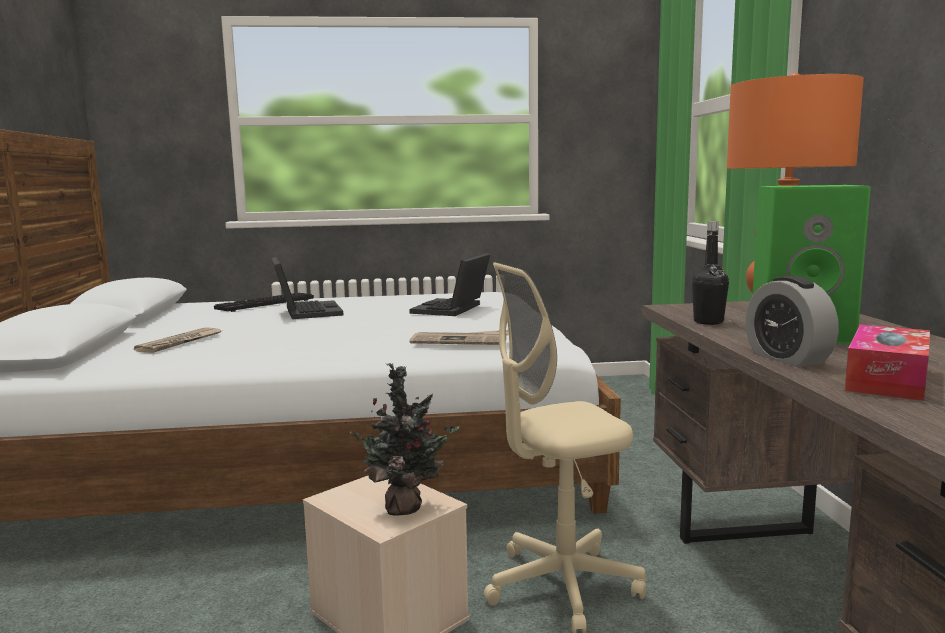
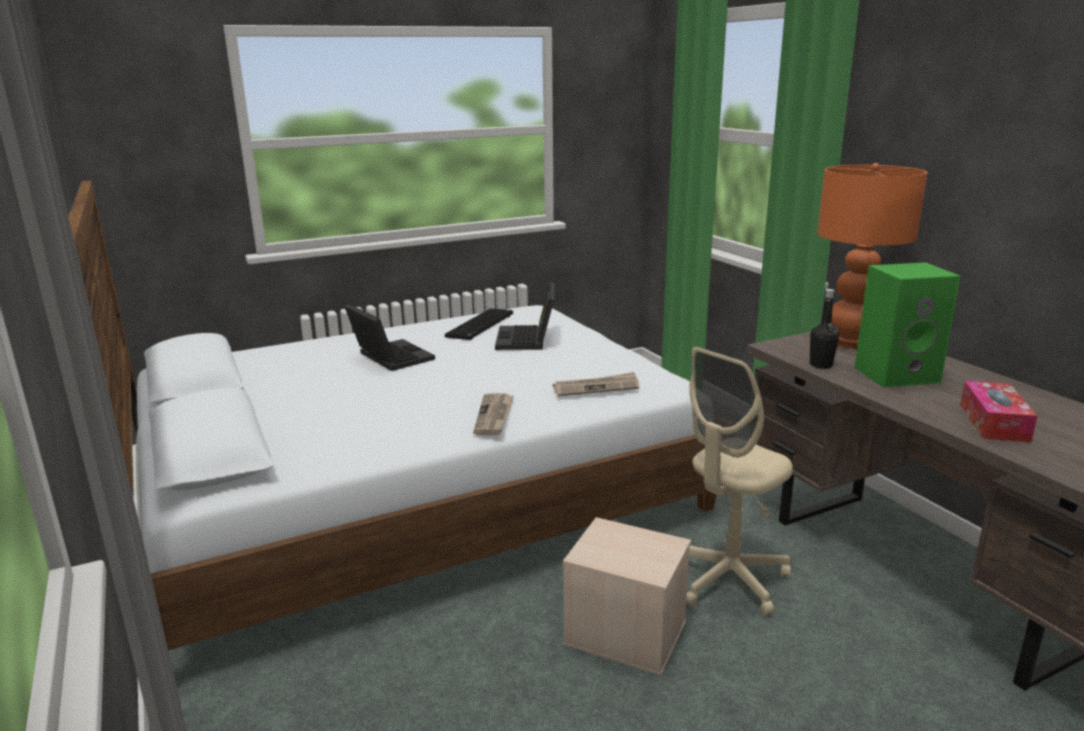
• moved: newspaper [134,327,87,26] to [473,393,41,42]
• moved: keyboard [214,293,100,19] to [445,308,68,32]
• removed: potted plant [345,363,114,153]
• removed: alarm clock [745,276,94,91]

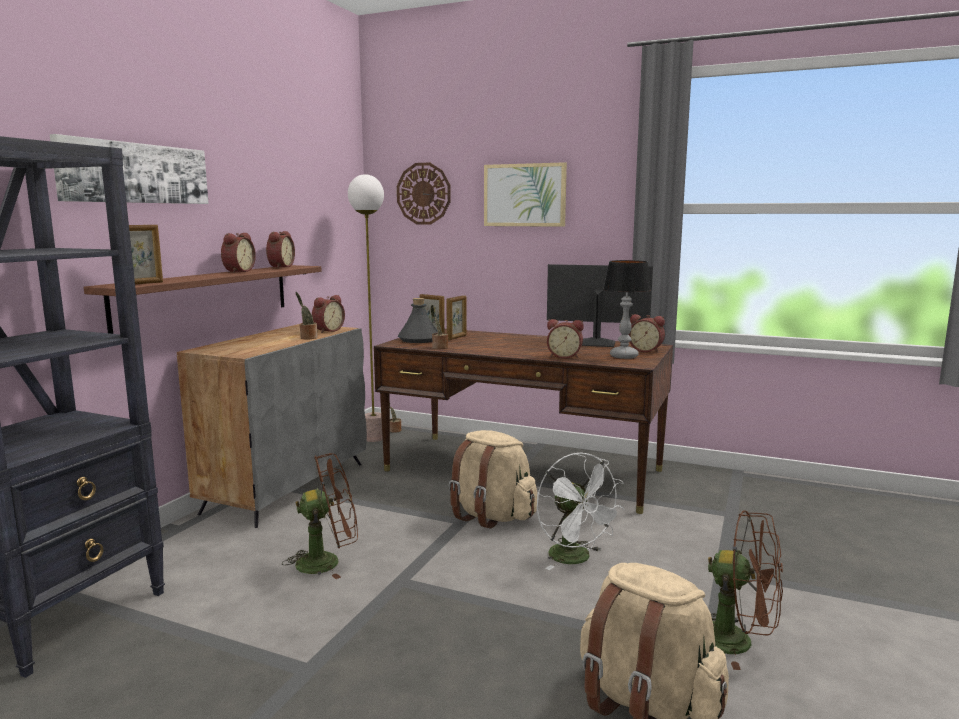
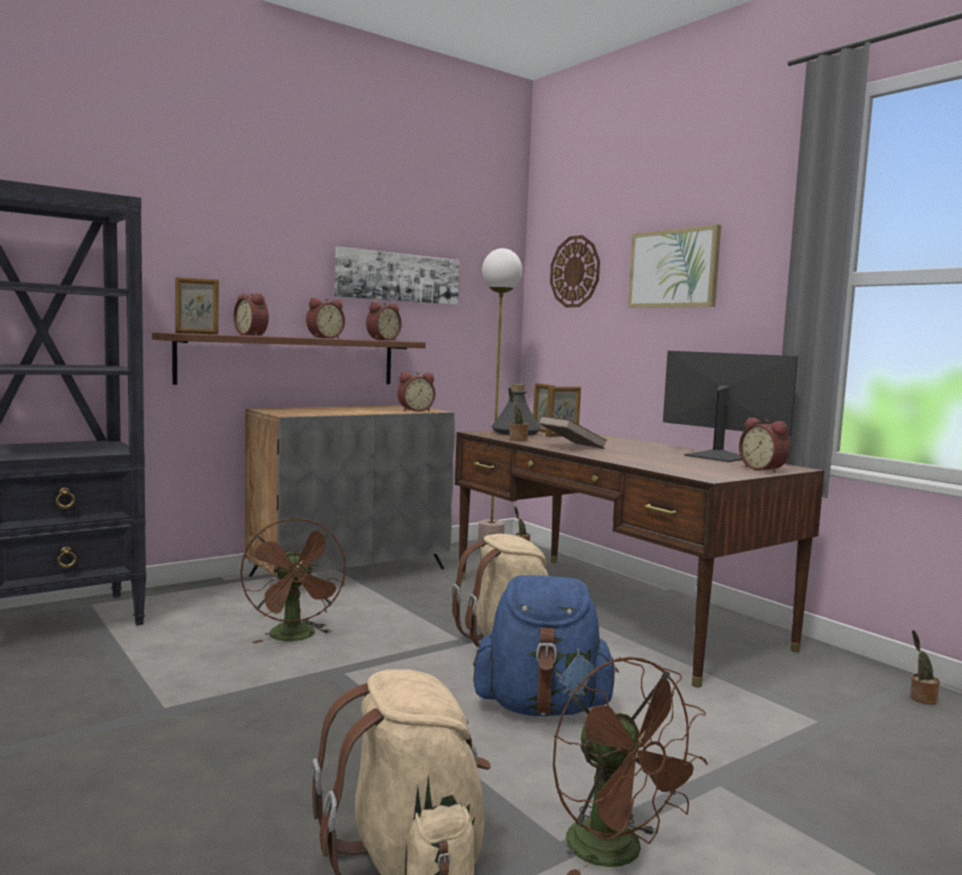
• moved: picture [50,134,159,70] to [334,247,125,58]
• turned: brown fan [282,453,76,126] = [240,518,106,125] 60 degrees clockwise
• moved: potted plant [296,292,21,47] to [910,630,30,74]
• replaced: white fan [537,453,88,117] to blue backpack [473,575,146,141]
• moved: alarm clock [547,319,37,40] to [234,293,35,43]
• removed: table lamp [603,260,48,99]
• added: brown book [538,416,69,33]

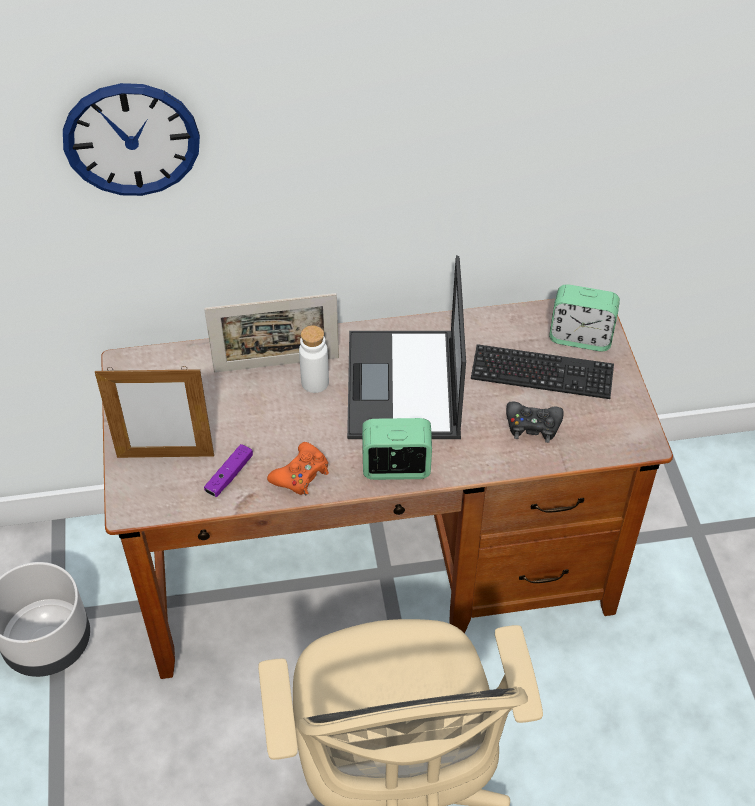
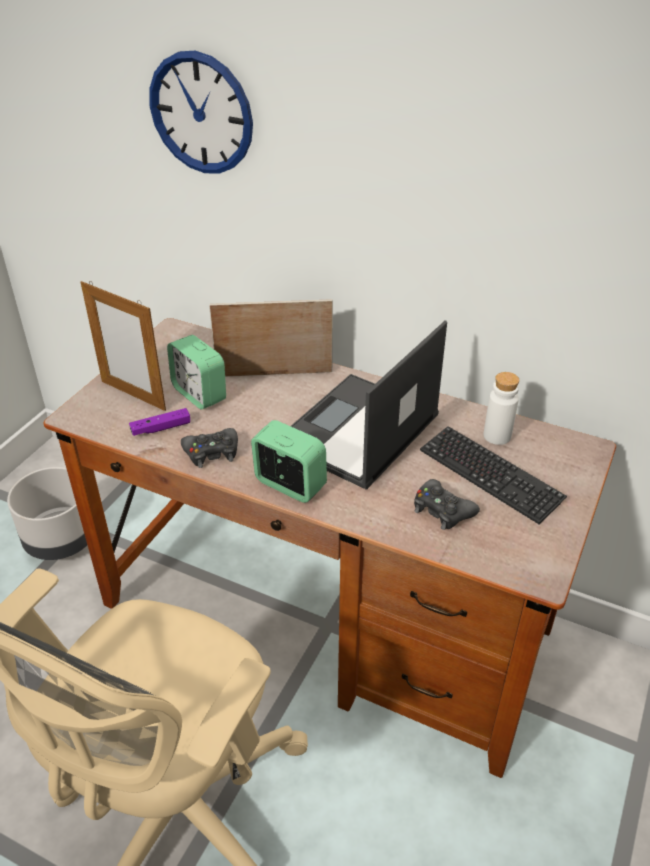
• turned: picture frame [204,293,135,80] = [209,299,124,78] 150 degrees clockwise
• recoloured: orange game controller [267,442,62,53] to black game controller [181,428,57,40]
• moved: white bottle [299,325,30,68] to [484,372,35,73]
• moved: alarm clock [549,284,71,67] to [167,335,59,75]

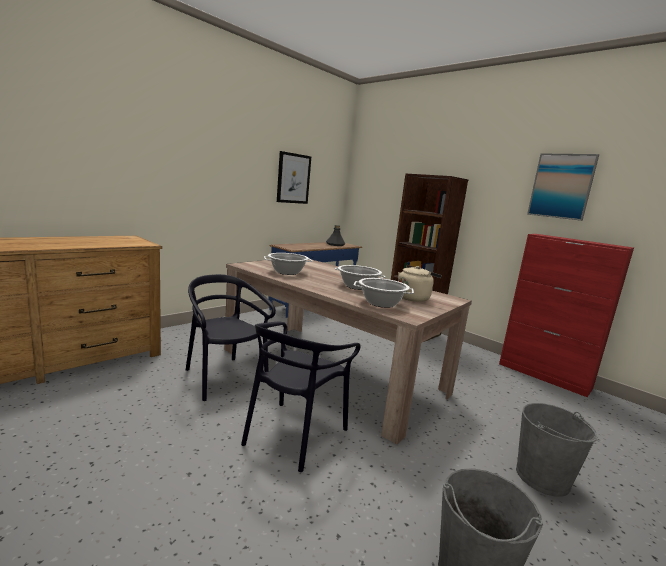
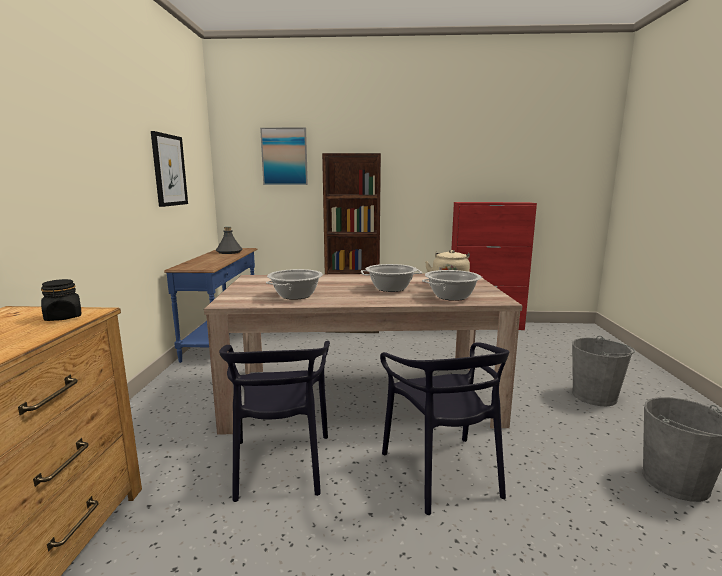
• turned: black chair [186,274,90,127] = [219,341,111,161] 105 degrees counterclockwise
• moved: picture [527,153,72,68] to [260,127,48,58]
• added: black jar [41,279,40,42]

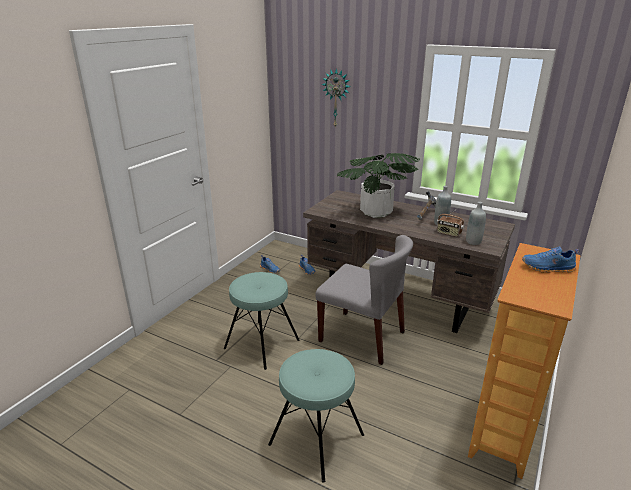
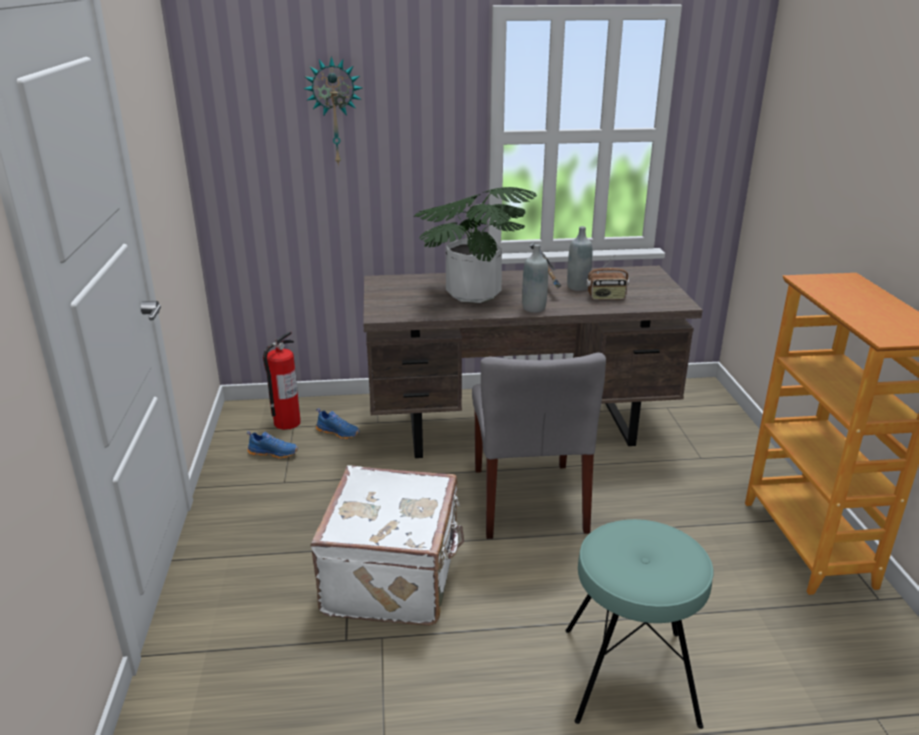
• replaced: turquoise stool [224,272,75,98] to white suitcase [310,465,154,161]
• turned: grey chair [315,235,98,130] = [472,352,134,187] 90 degrees clockwise
• moved: grey bottle [466,202,20,43] to [522,244,26,69]
• removed: blue shoe [522,246,58,27]
• added: fire extinguisher [263,331,38,99]

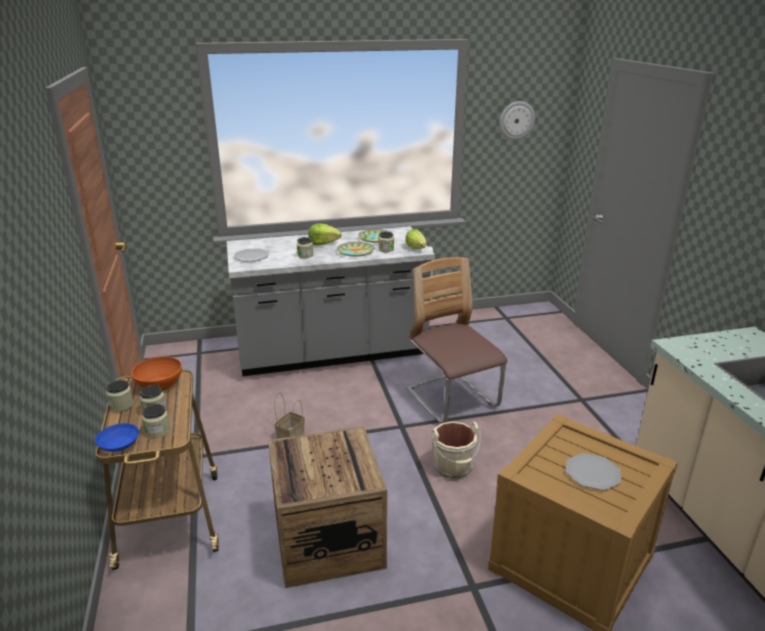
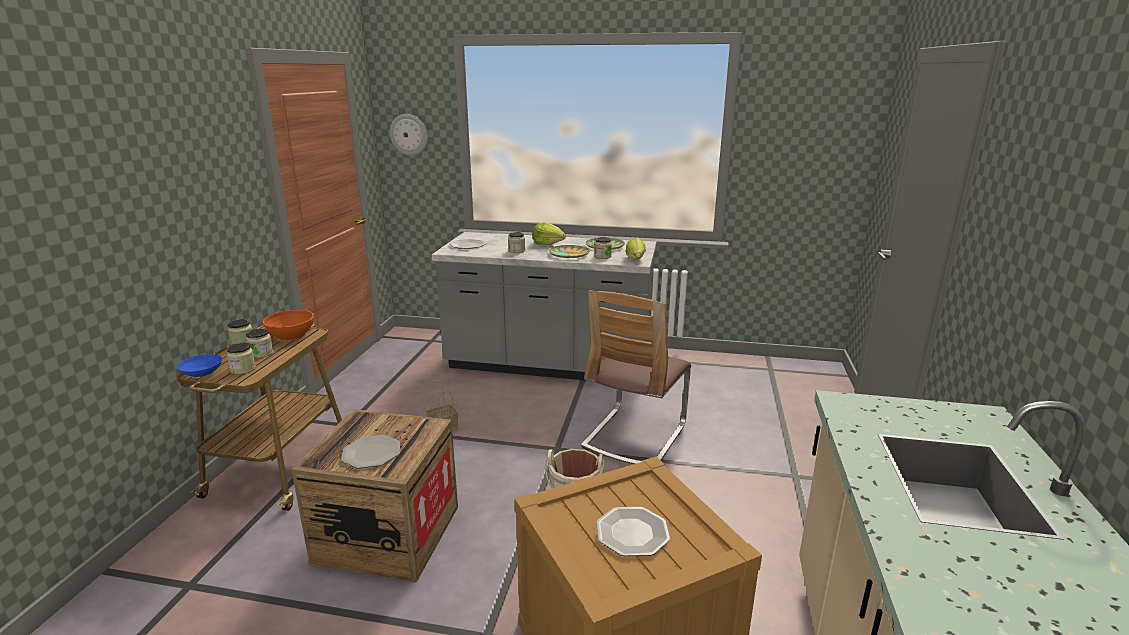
• turned: chair [406,257,101,166] = [581,290,110,174] 150 degrees counterclockwise
• moved: wall clock [500,101,35,39] to [390,114,38,42]
• added: plate [341,435,59,33]

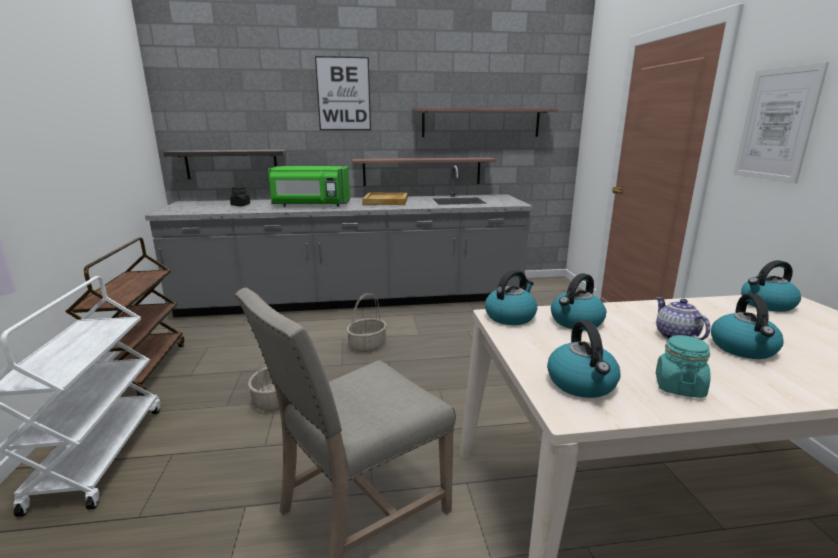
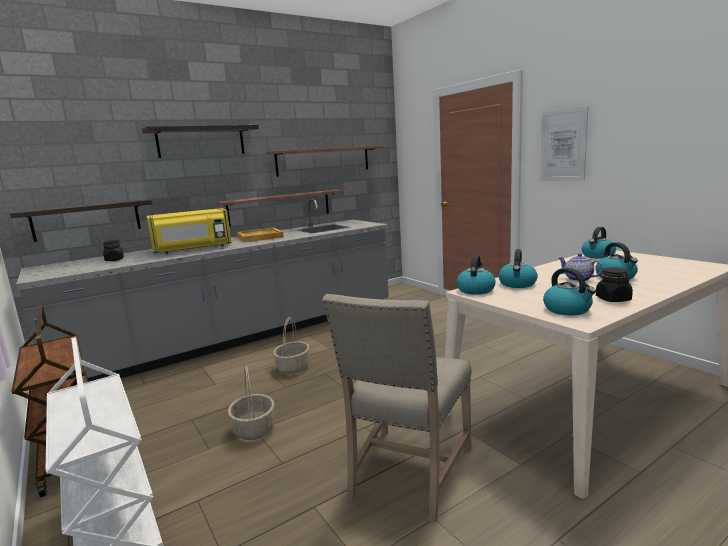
• recoloured: green microwave [268,166,82,40] to yellow microwave [147,208,85,46]
• replaced: picture [315,56,56,74] to shelf [142,125,117,33]
• recoloured: turquoise jar [656,335,55,63] to black jar [596,267,37,35]

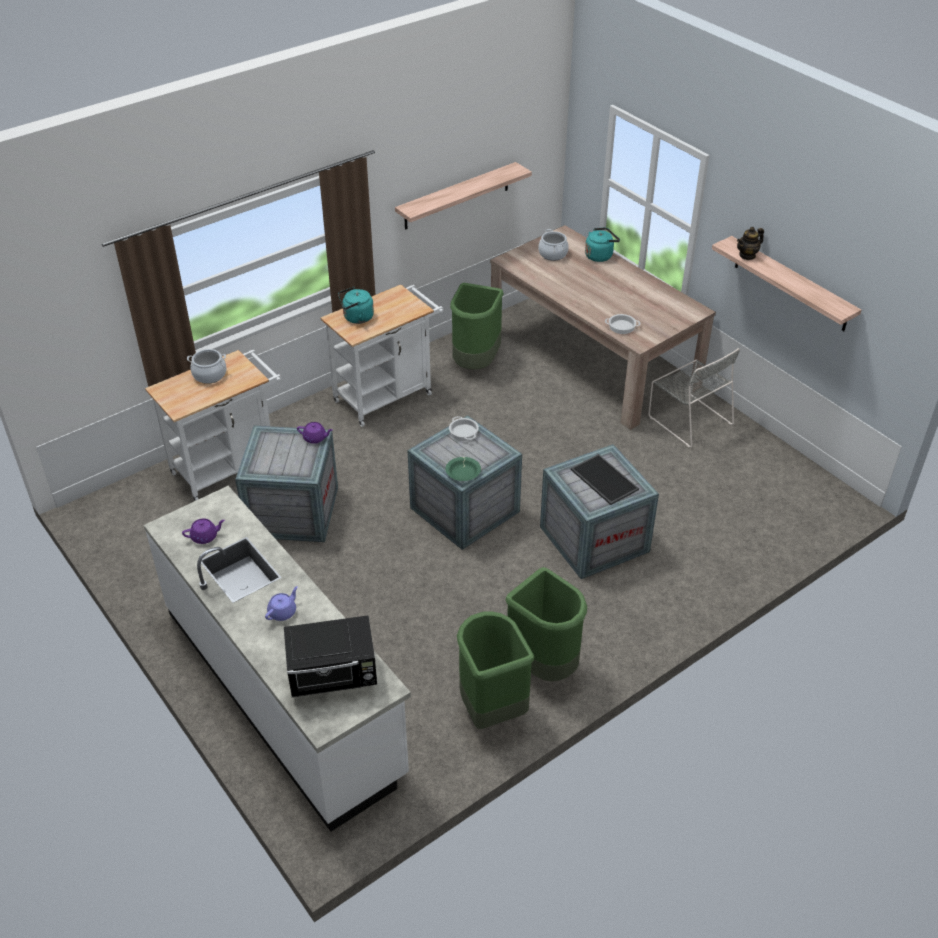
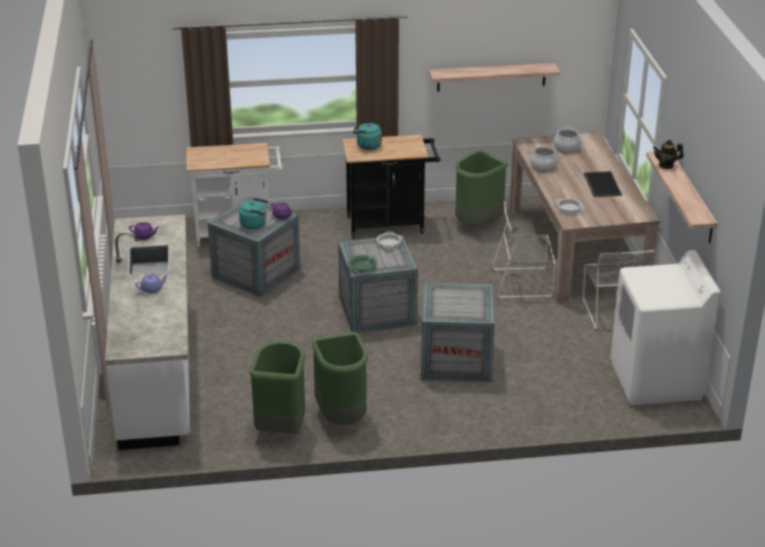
• moved: cooking pot [187,349,39,35] to [530,146,29,26]
• removed: black microwave [284,615,93,82]
• recoloured: white cart [320,285,123,142] to black cart [342,135,99,103]
• moved: tray [570,454,69,51] to [584,171,38,26]
• moved: turquoise kettle [585,228,35,34] to [239,198,29,32]
• added: grey chair [492,202,64,96]
• added: white washing machine [611,250,109,155]

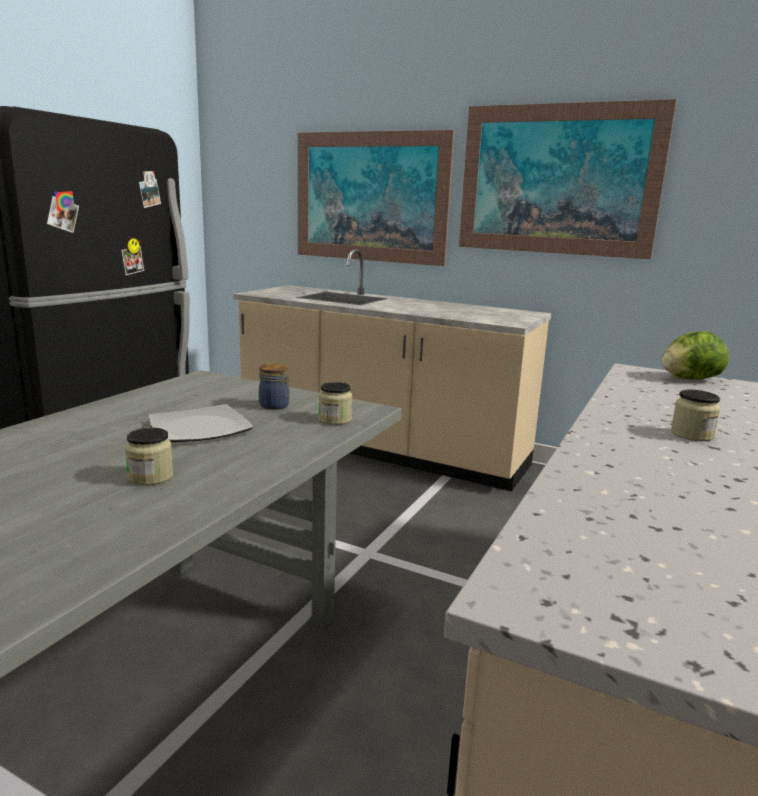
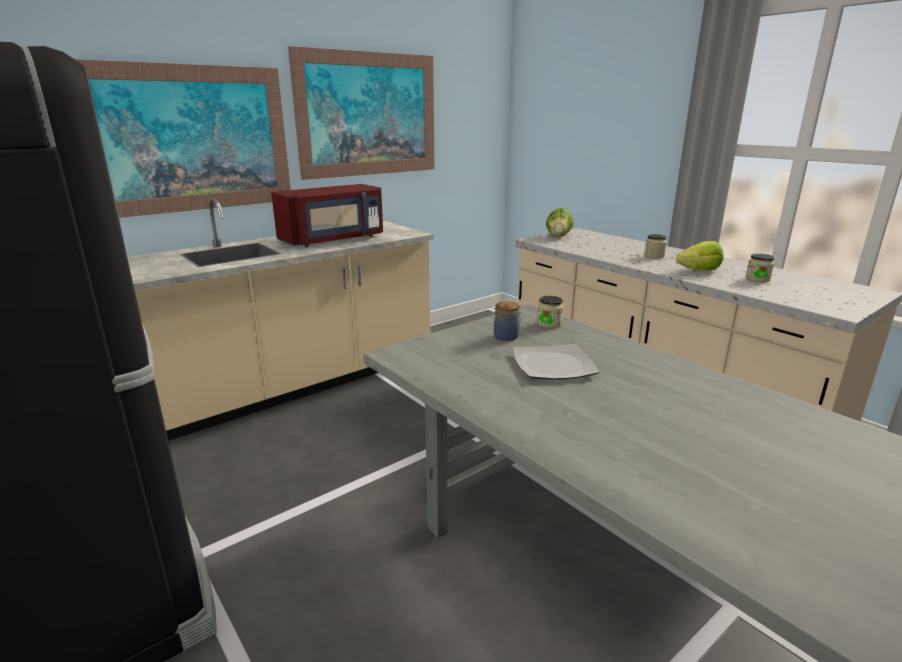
• moved: jar [125,427,48,58] to [745,254,29,28]
• added: red microwave [271,184,112,63]
• added: lettuce [676,241,48,29]

